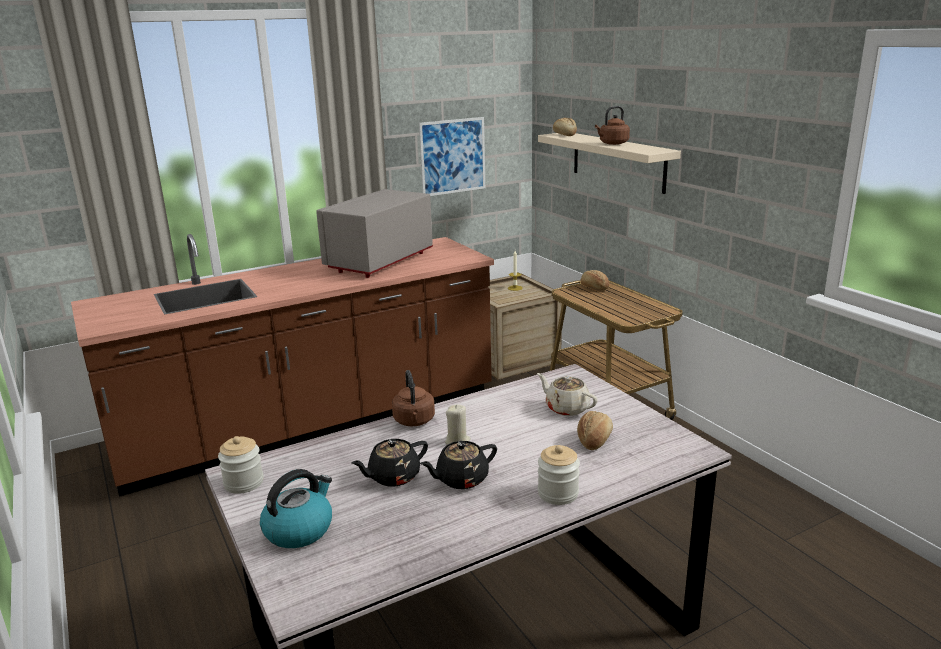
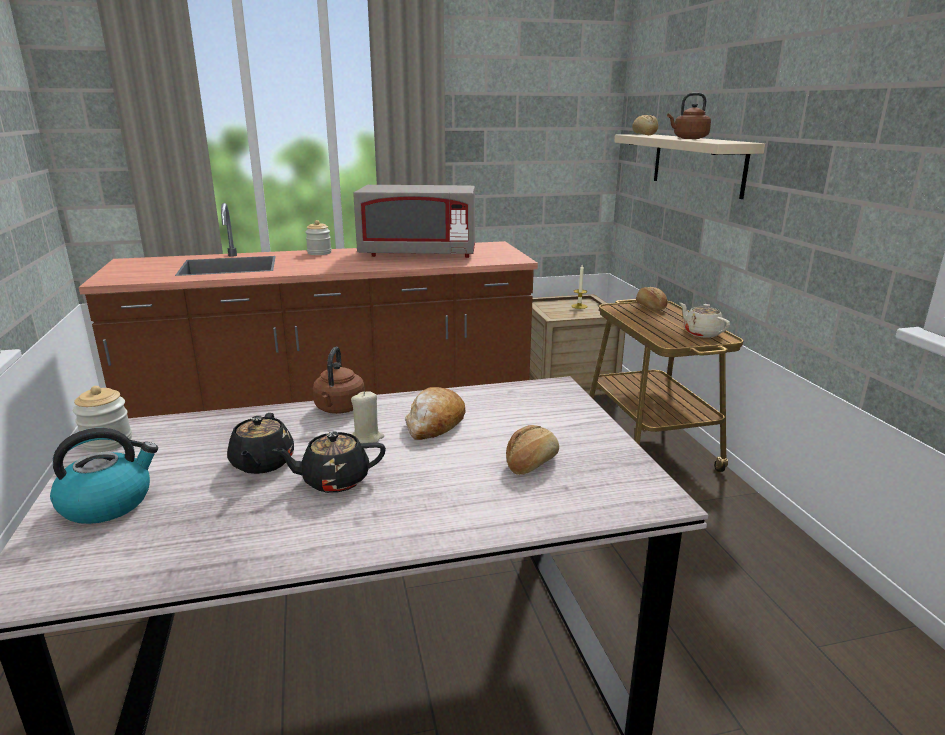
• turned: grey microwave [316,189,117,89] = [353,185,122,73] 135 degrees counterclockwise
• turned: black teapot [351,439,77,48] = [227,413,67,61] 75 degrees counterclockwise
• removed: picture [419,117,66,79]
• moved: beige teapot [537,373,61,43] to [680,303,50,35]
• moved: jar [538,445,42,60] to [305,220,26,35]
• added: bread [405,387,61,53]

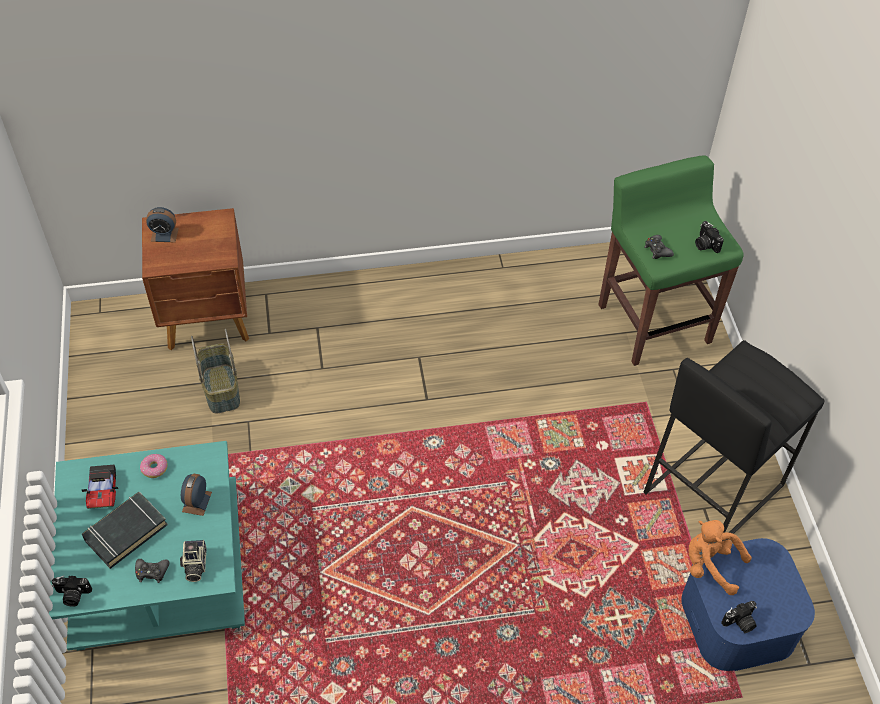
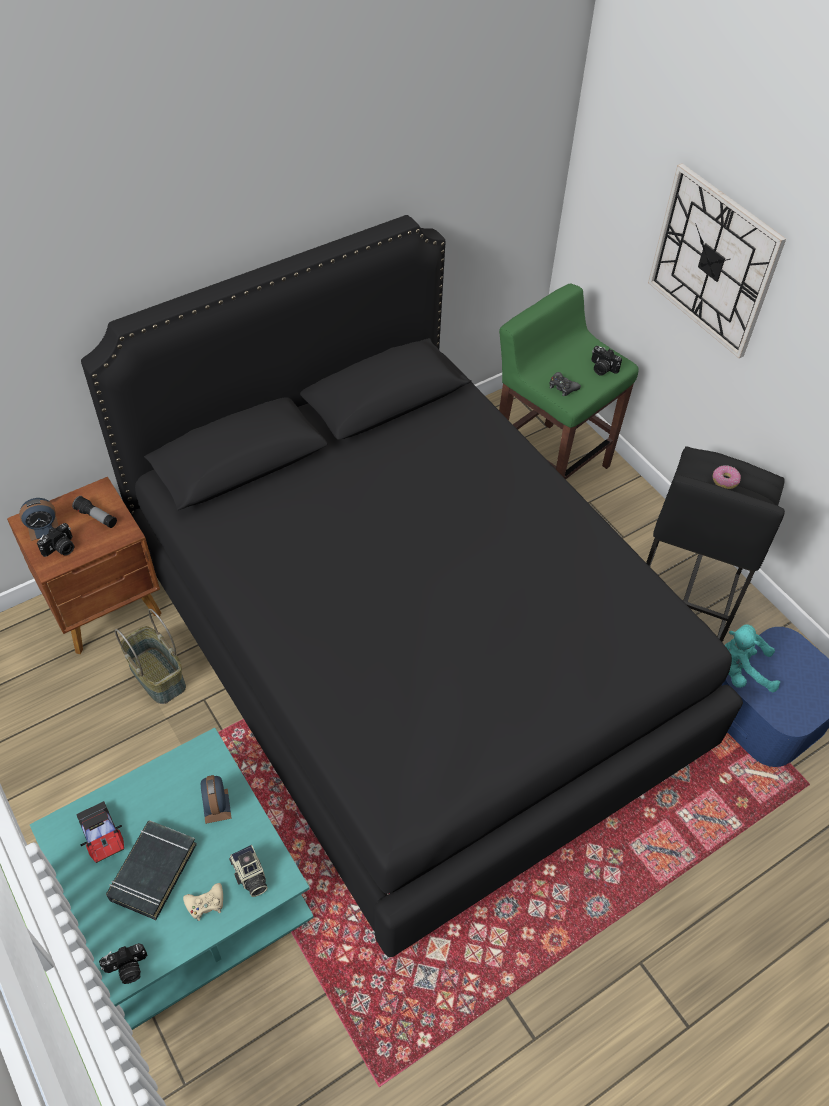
• recoloured: black game controller [135,559,35,24] to beige game controller [183,883,40,38]
• moved: donut [140,454,28,24] to [713,465,28,24]
• recoloured: orange plush toy [689,520,63,75] to turquoise plush toy [725,624,55,68]
• moved: photo camera [721,601,36,32] to [37,523,37,34]
• added: flashlight [72,496,45,32]
• added: black bed [81,215,662,742]
• added: wall clock [648,163,138,195]

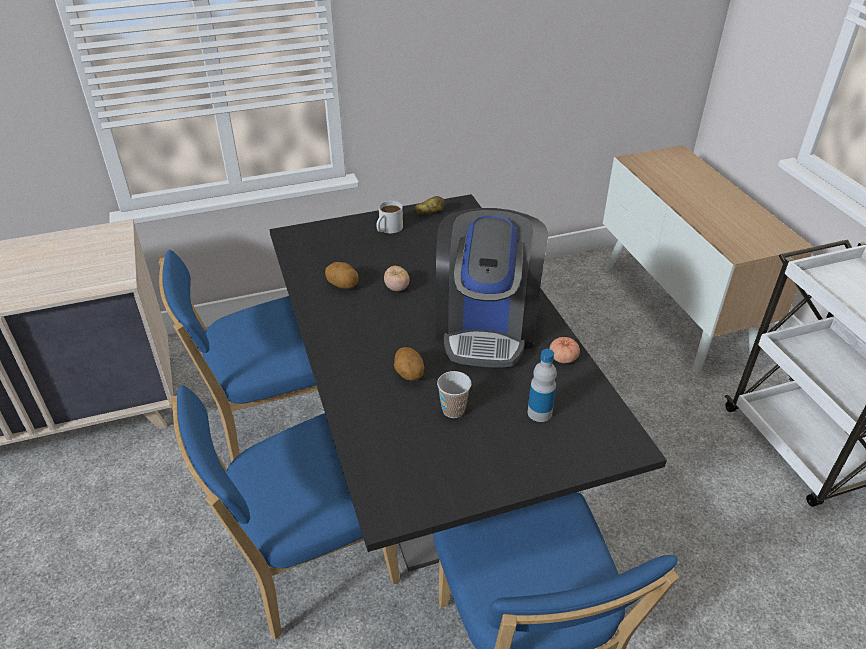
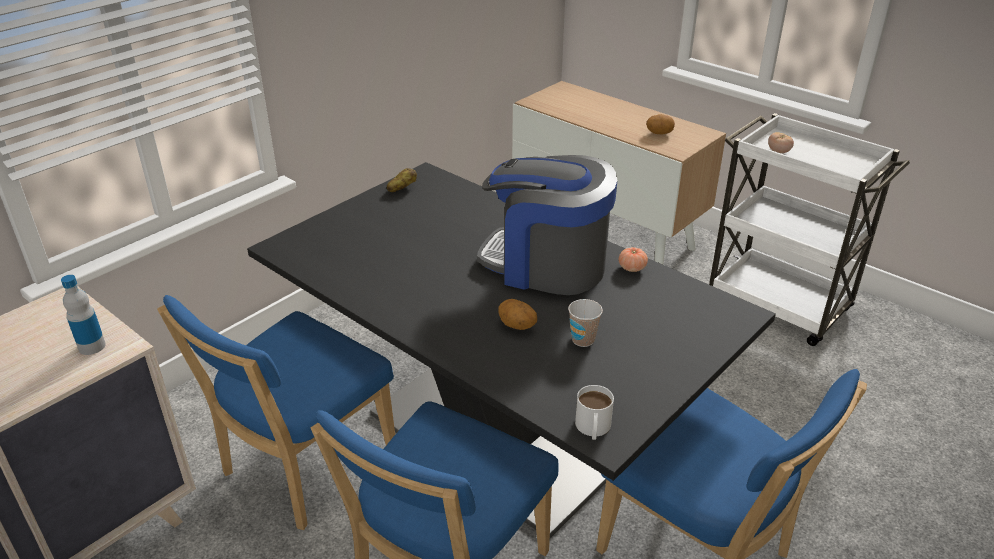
• moved: potato [325,262,34,27] to [646,114,29,20]
• moved: white mug [377,201,26,32] to [575,385,39,55]
• moved: tomato [384,266,26,25] to [768,132,26,21]
• turned: coffee machine [436,208,112,160] = [477,155,140,140] 135 degrees clockwise
• moved: bottle [528,349,29,73] to [61,275,45,80]

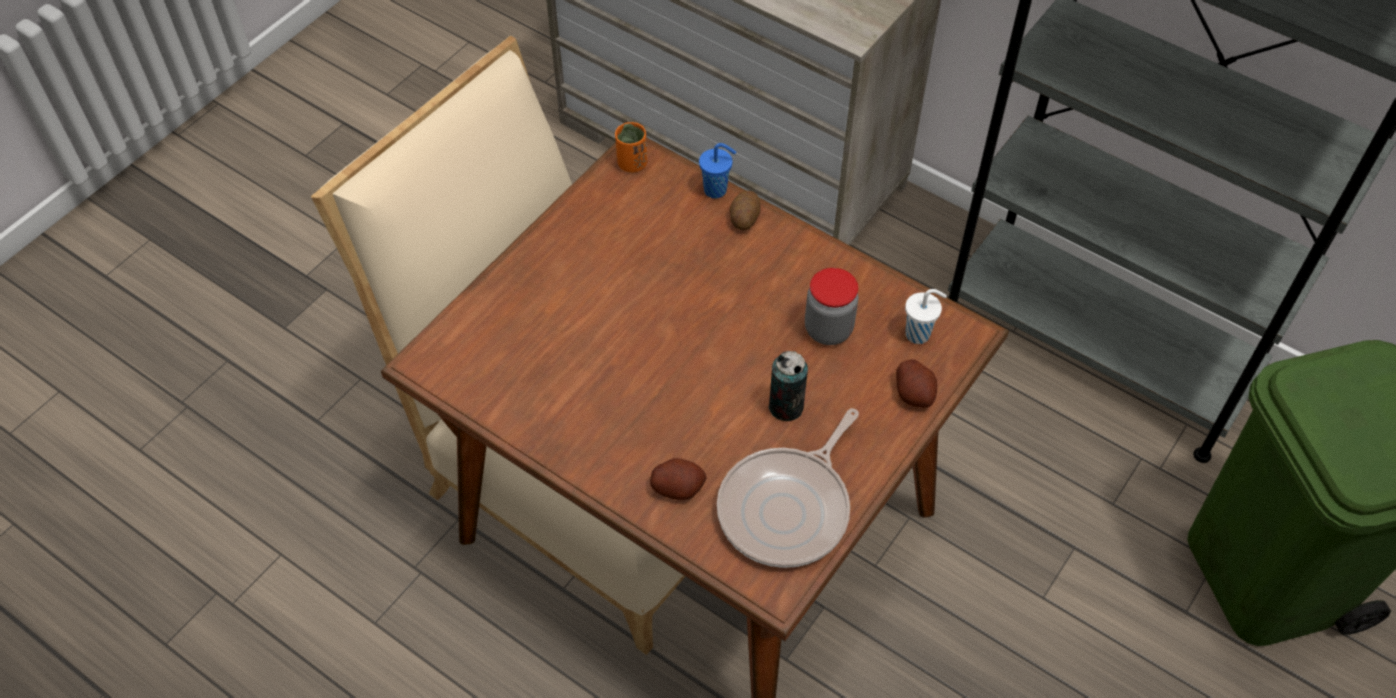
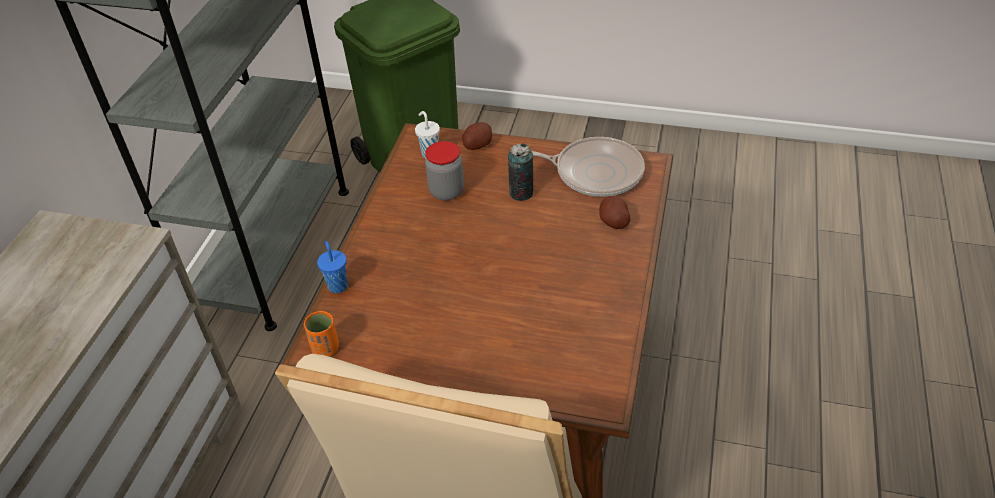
• removed: potato [730,191,31,39]

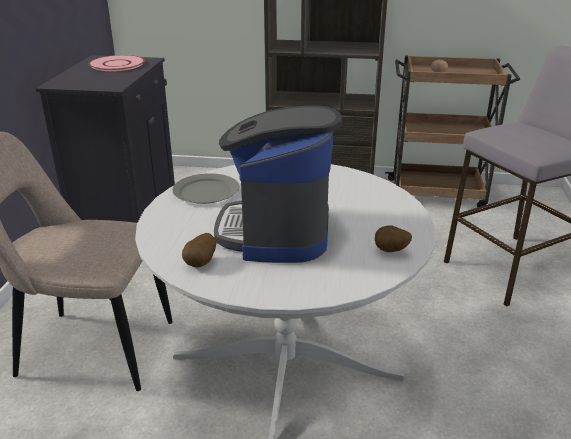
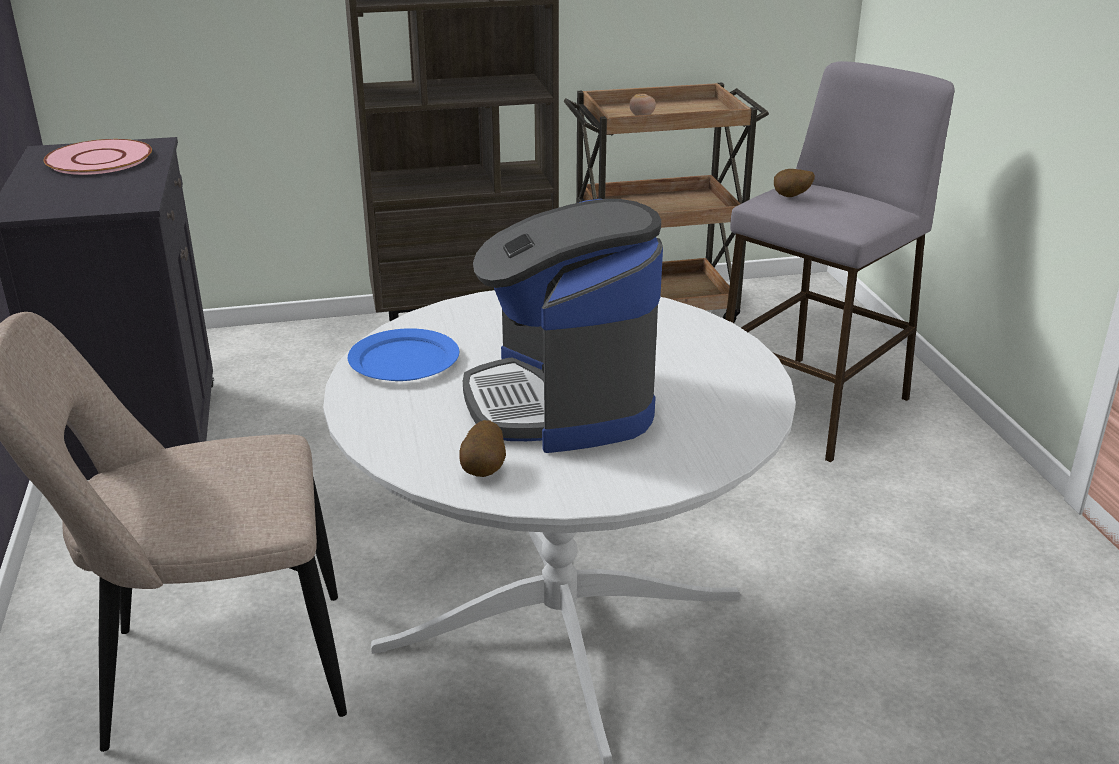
• recoloured: grey plate [172,173,67,31] to blue plate [348,328,111,53]
• moved: potato [375,225,37,27] to [774,169,41,28]

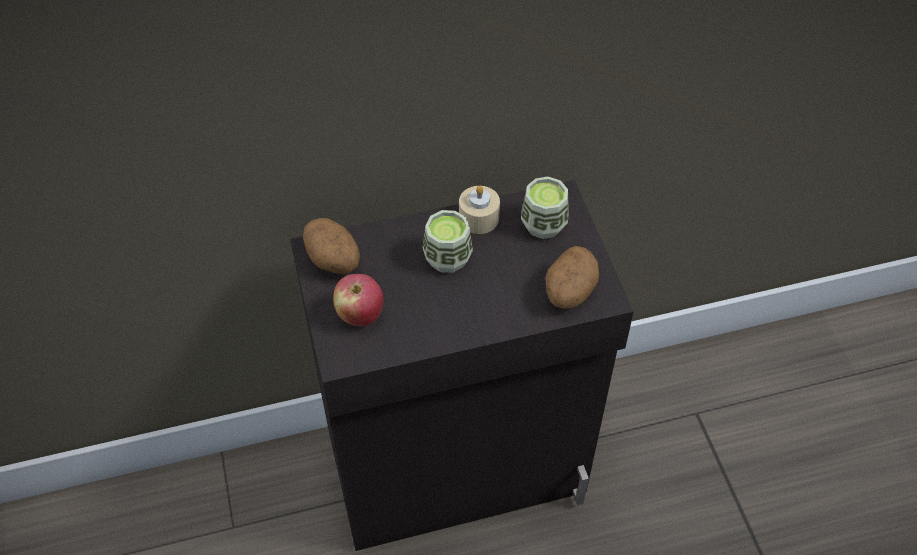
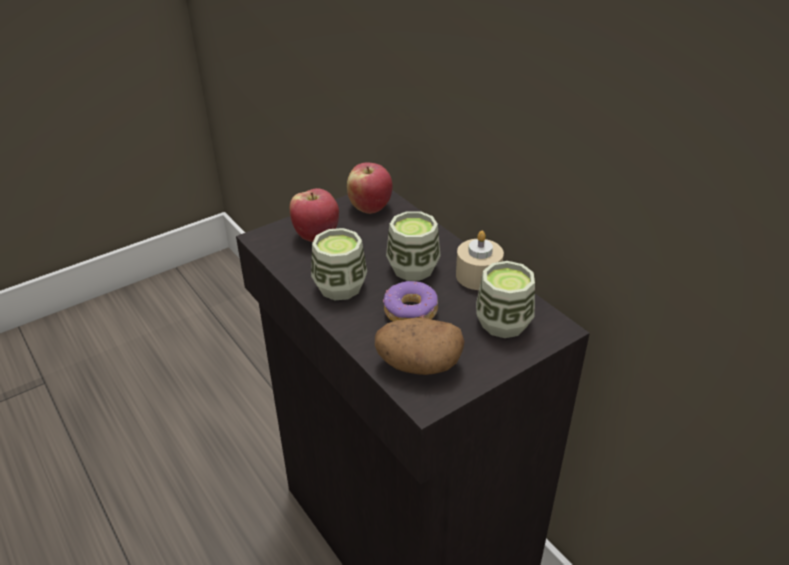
• replaced: potato [303,218,57,56] to apple [347,162,45,52]
• added: cup [311,228,56,72]
• added: donut [383,281,55,41]

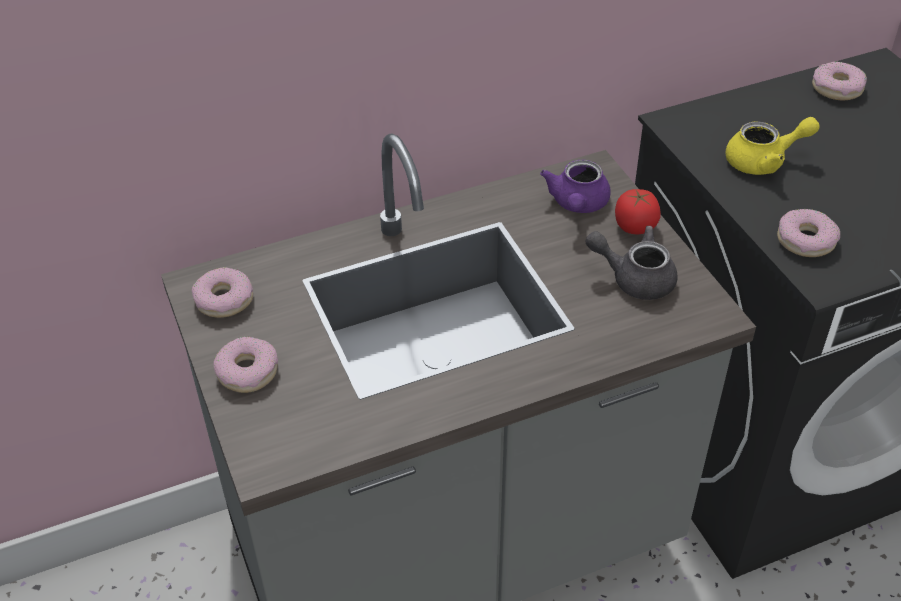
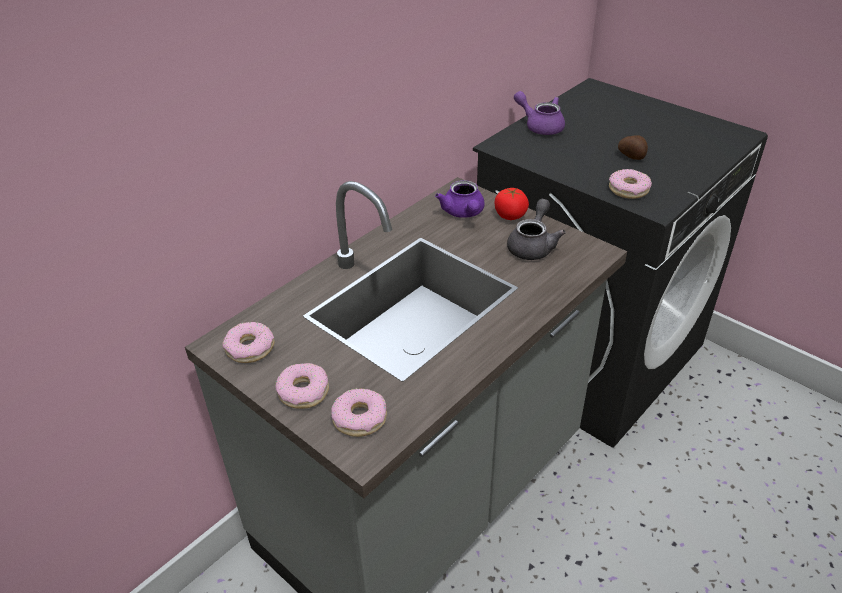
• turned: grey teapot [586,226,92,74] = [507,199,58,61] 120 degrees clockwise
• removed: yellow teapot [726,117,94,58]
• moved: donut [812,62,55,38] to [331,388,56,49]
• added: purple teapot [514,91,51,44]
• added: potato [618,135,30,25]

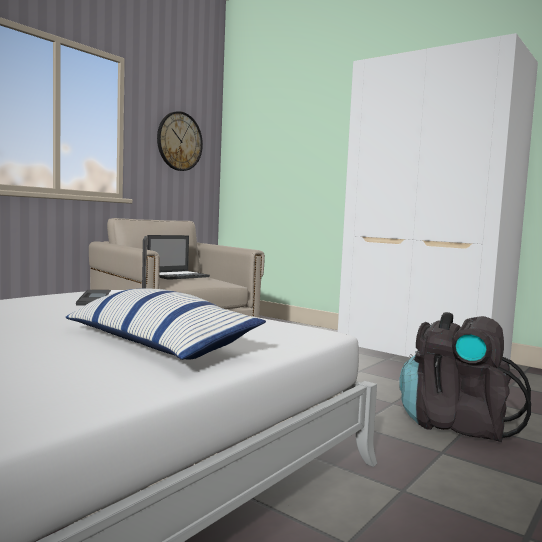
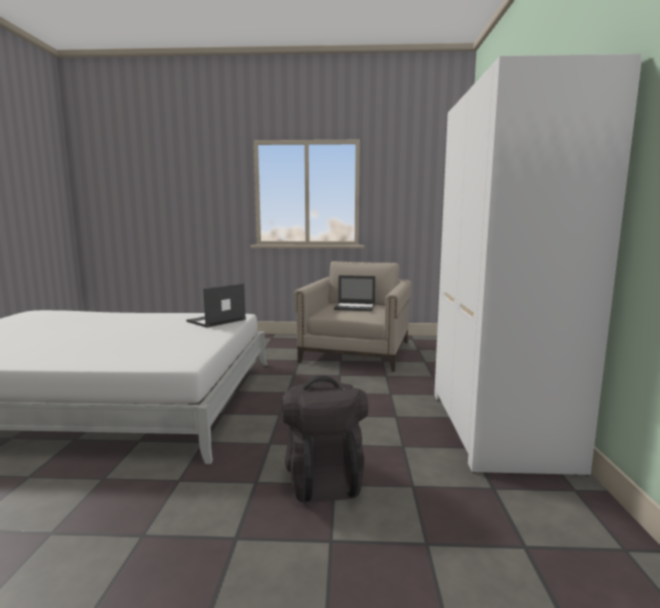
• removed: pillow [66,289,200,71]
• removed: wall clock [157,111,46,60]

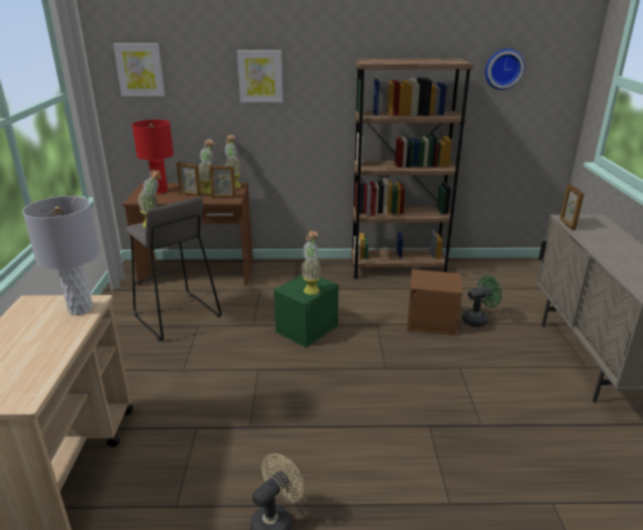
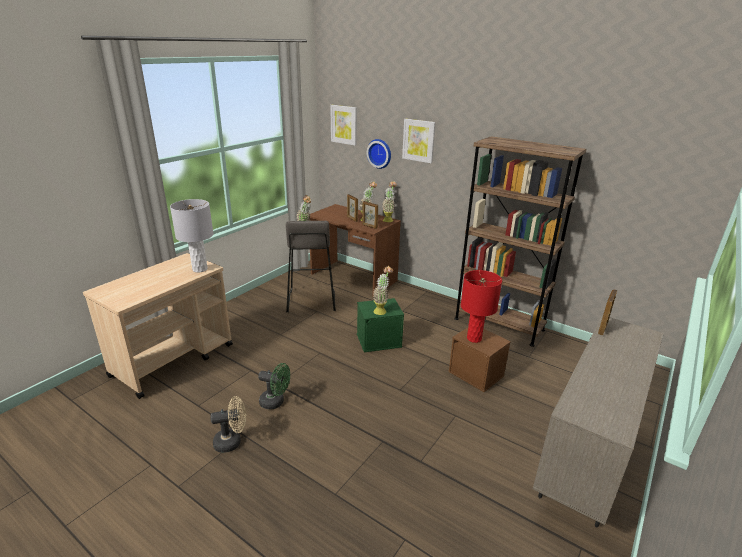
• moved: red table lamp [132,119,42,74] to [461,270,41,73]
• moved: green fan [462,275,40,52] to [258,363,32,46]
• moved: wall clock [485,49,40,41] to [367,139,24,30]

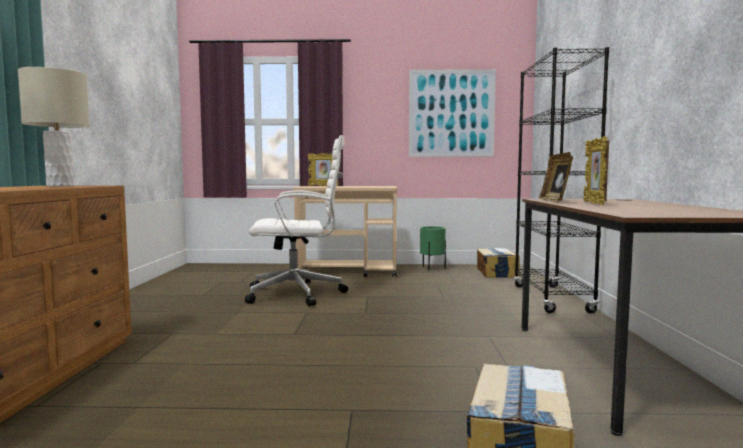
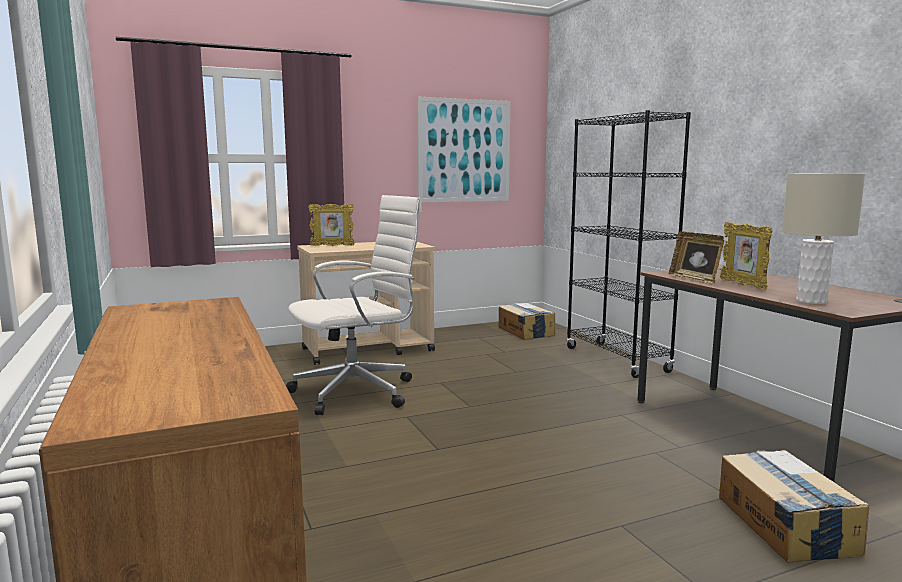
• moved: beige table lamp [18,67,72,119] to [782,173,83,131]
• removed: green planter [420,226,26,44]

